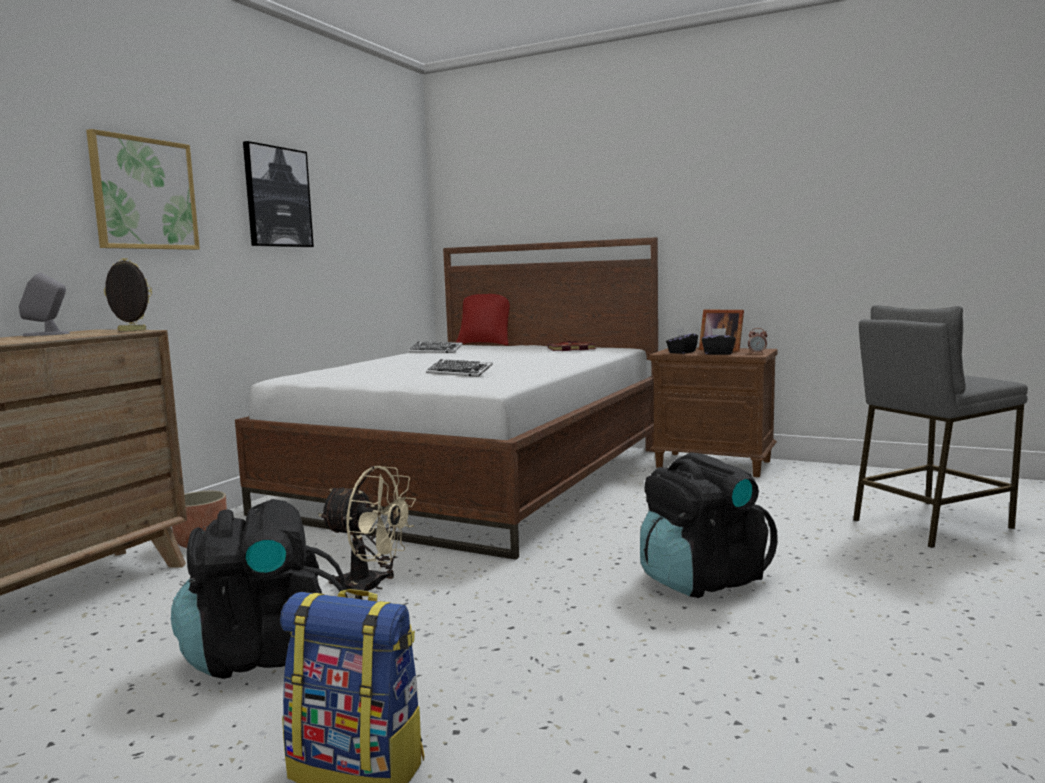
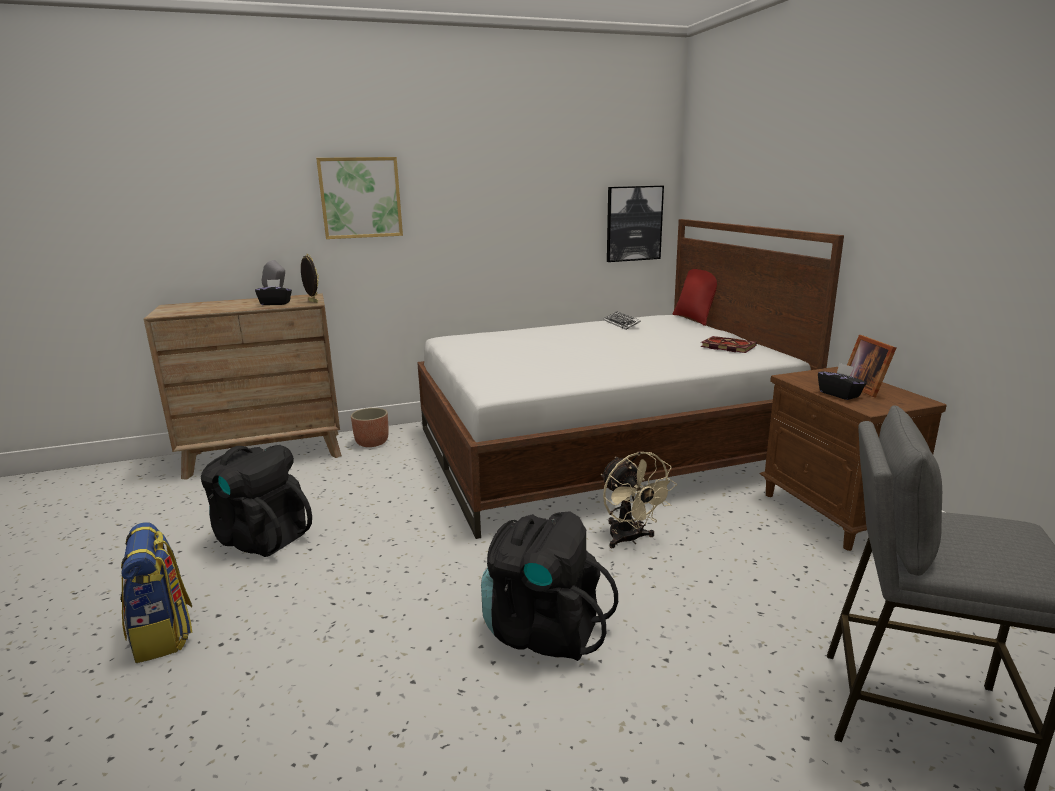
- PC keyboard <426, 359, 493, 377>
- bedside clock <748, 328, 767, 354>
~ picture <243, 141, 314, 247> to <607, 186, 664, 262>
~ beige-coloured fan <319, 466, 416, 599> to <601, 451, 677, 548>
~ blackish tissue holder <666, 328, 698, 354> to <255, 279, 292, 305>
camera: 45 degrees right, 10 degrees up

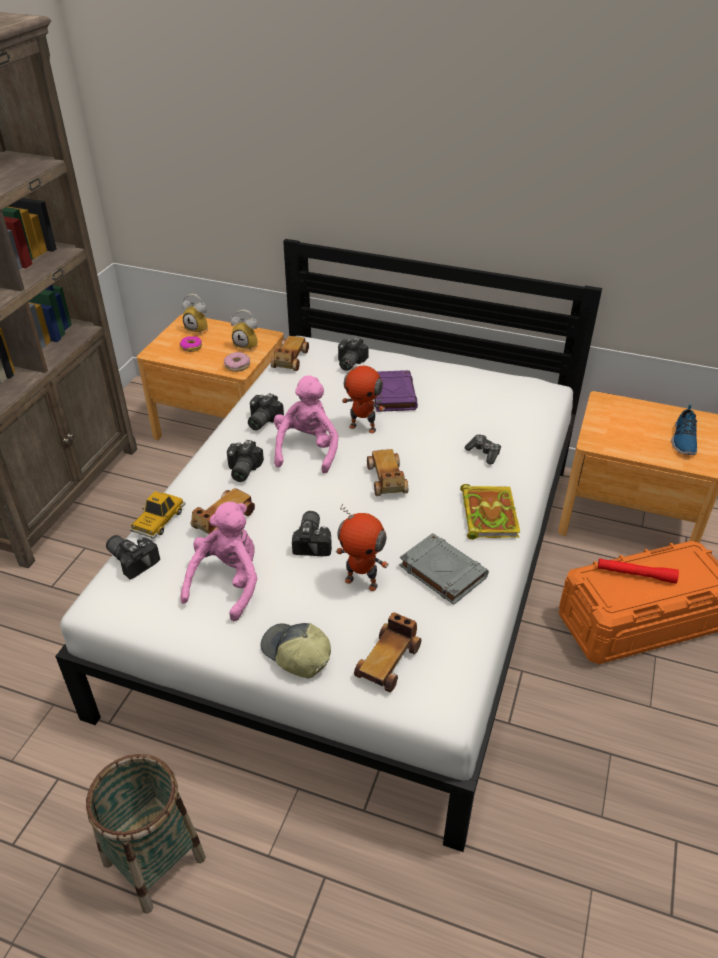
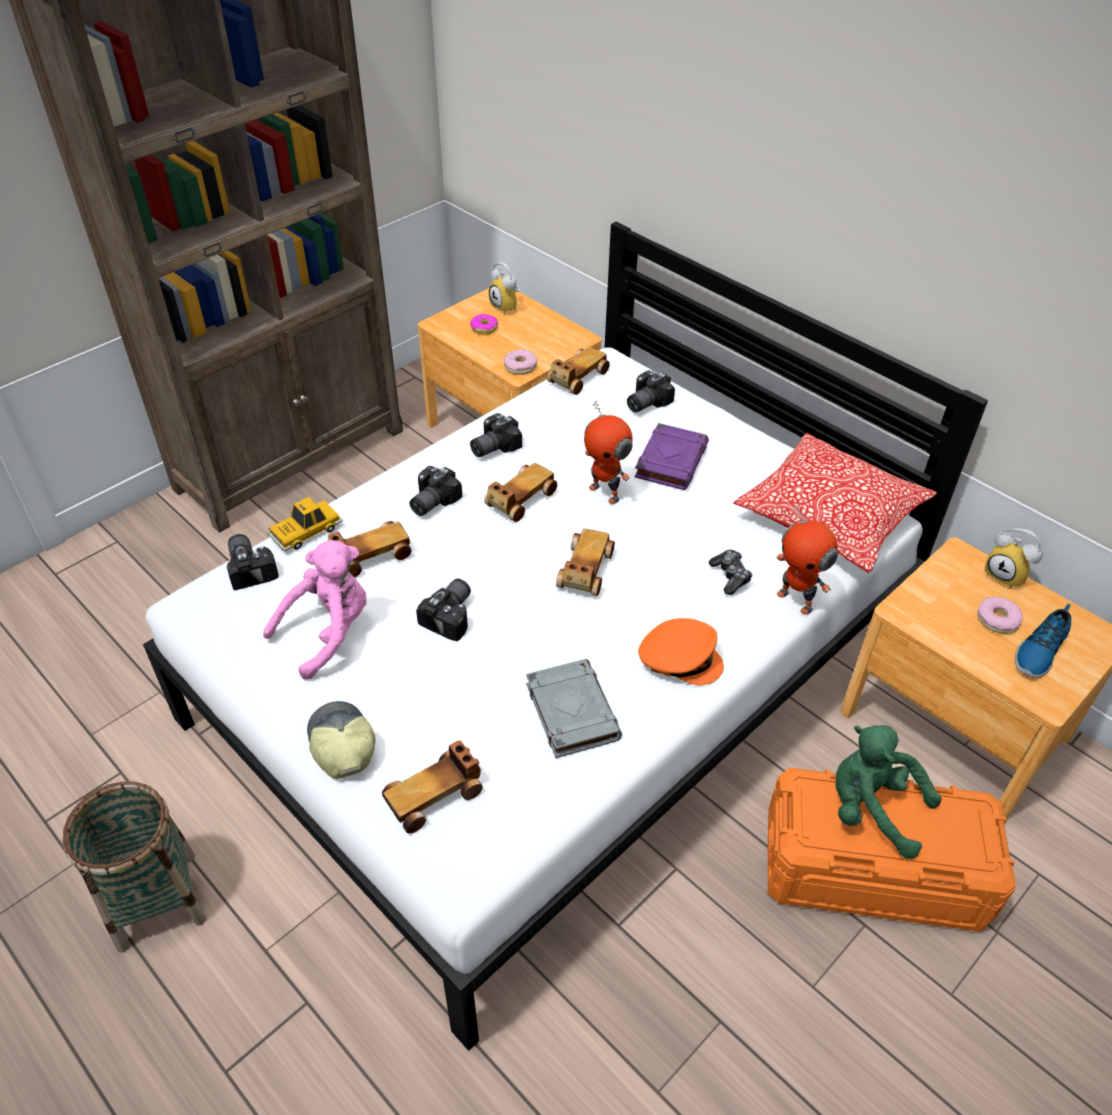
+ cushion <733, 433, 937, 573>
+ donut <977, 597, 1023, 634>
~ bedside clock <231, 310, 258, 351> to <985, 528, 1043, 589>
~ robot figure <336, 504, 389, 591> to <776, 504, 838, 615>
~ pink-coloured plush toy <274, 375, 338, 474> to model car <484, 463, 557, 522>
~ book <460, 484, 520, 540> to orange-coloured peaked cap <638, 618, 724, 685>
~ reddish hand torch <598, 558, 679, 584> to green plush toy <836, 725, 942, 859>
camera: 25 degrees right, 5 degrees up

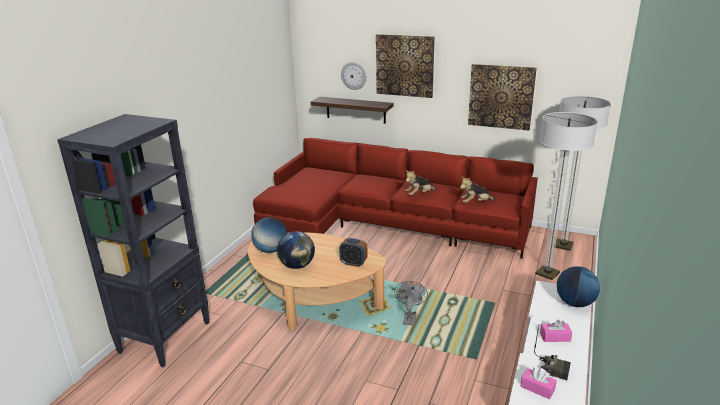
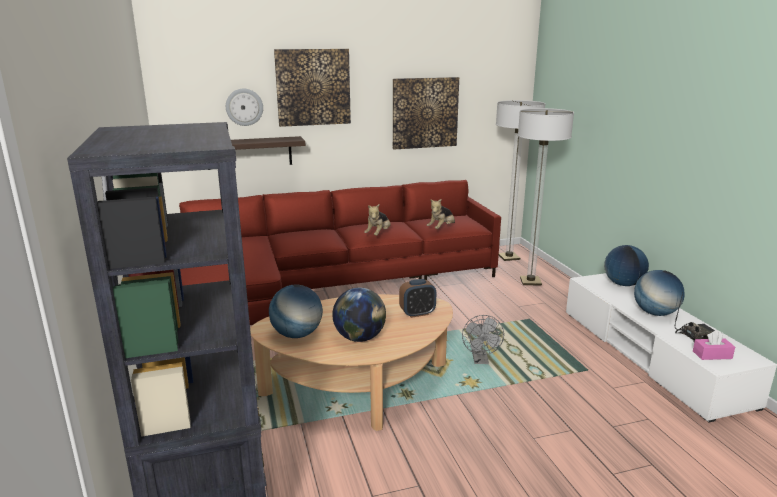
~ pink-coloured tissue holder <540, 319, 572, 342> to world globe <634, 270, 685, 316>
~ gray fan <394, 281, 428, 325> = <462, 315, 504, 364> 150 degrees counterclockwise
camera: 40 degrees left, 5 degrees down

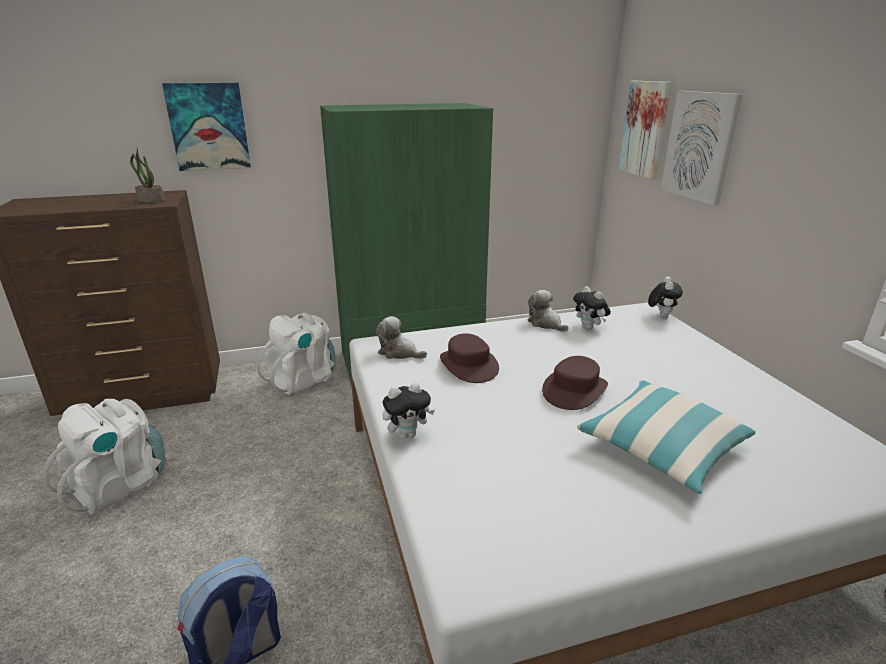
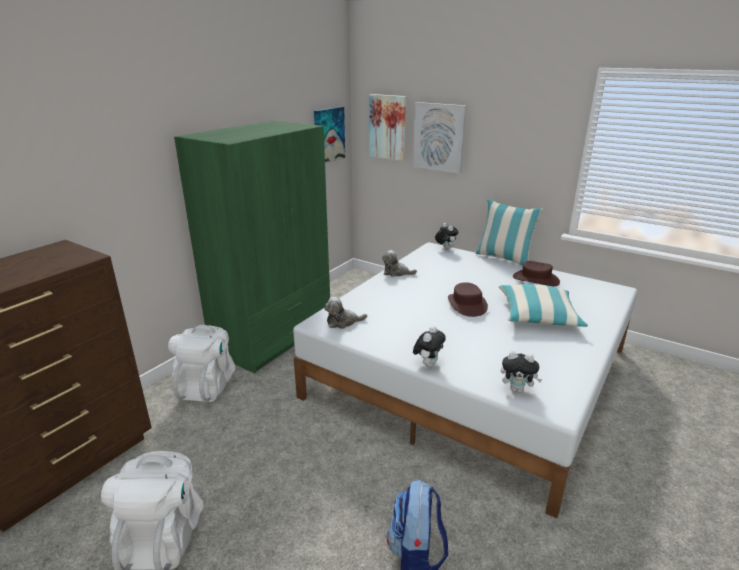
- plant in a pot <130, 148, 165, 203>
+ cushion <476, 199, 543, 266>
~ picture <162, 83, 251, 171> to <314, 107, 345, 164>
~ brownish clothing hat <440, 333, 499, 383> to <513, 261, 560, 286>
~ plush toy <573, 286, 611, 330> to <501, 351, 543, 393>
camera: 40 degrees left, 0 degrees up

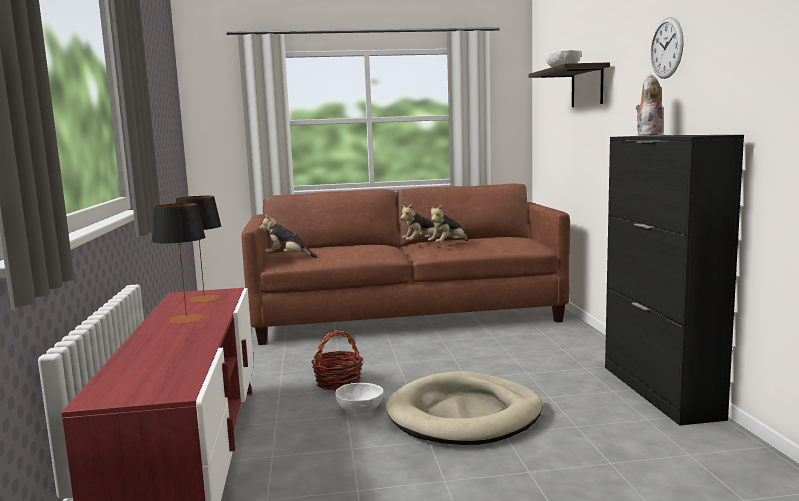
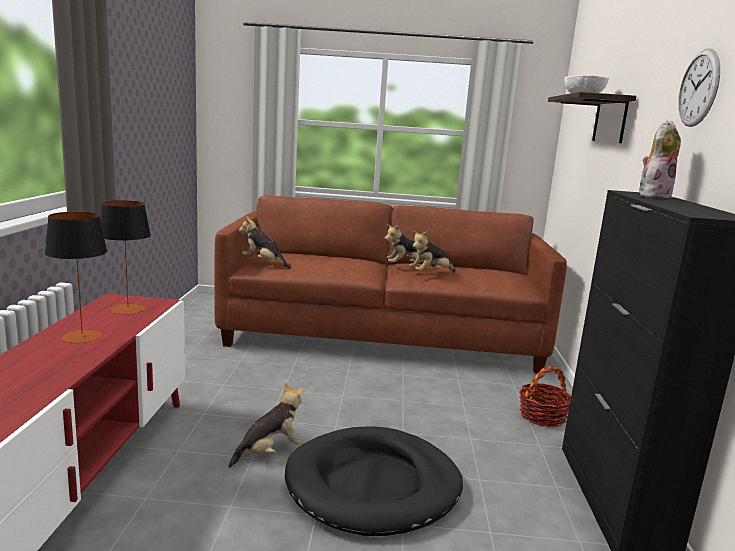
~ household basket <311, 330, 363, 390> to <519, 366, 571, 427>
~ whitish deep dish <335, 383, 383, 413> to plush toy <228, 383, 304, 468>
~ beige-coloured dog cushion <386, 371, 543, 445> to blackish dog cushion <285, 426, 463, 536>
camera: 10 degrees right, 5 degrees up

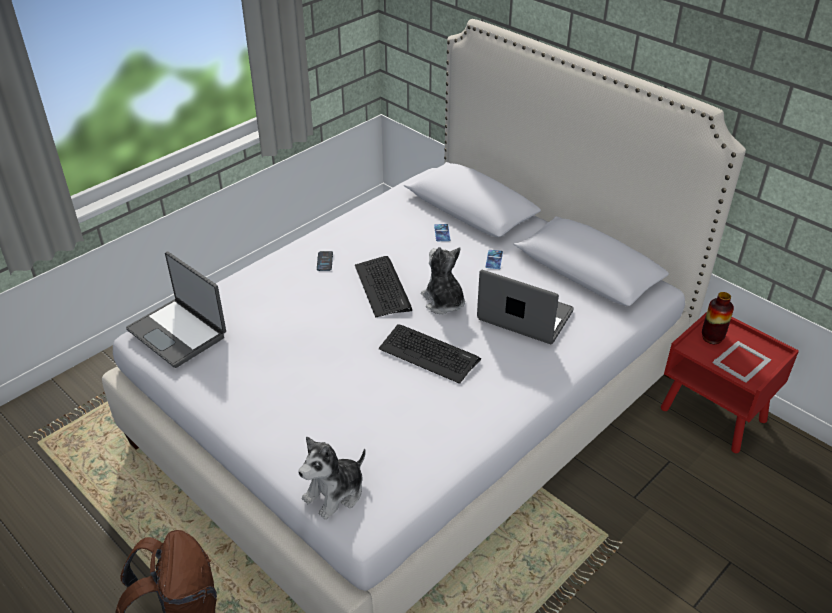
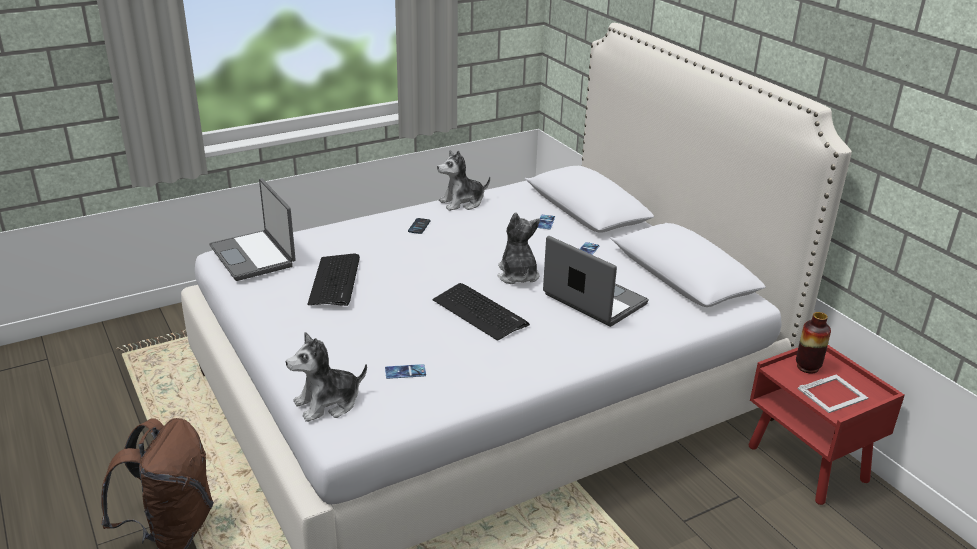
+ telephone <385, 364, 426, 379>
+ plush toy <437, 150, 490, 211>
~ PC keyboard <355, 256, 412, 317> to <308, 254, 360, 306>
camera: 15 degrees right, 10 degrees down

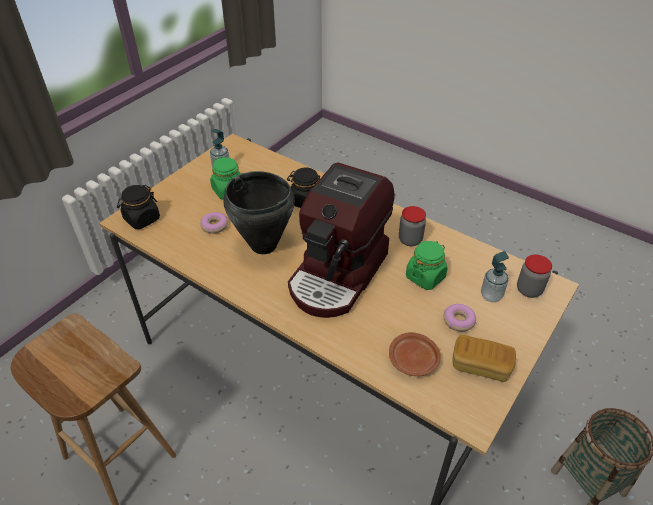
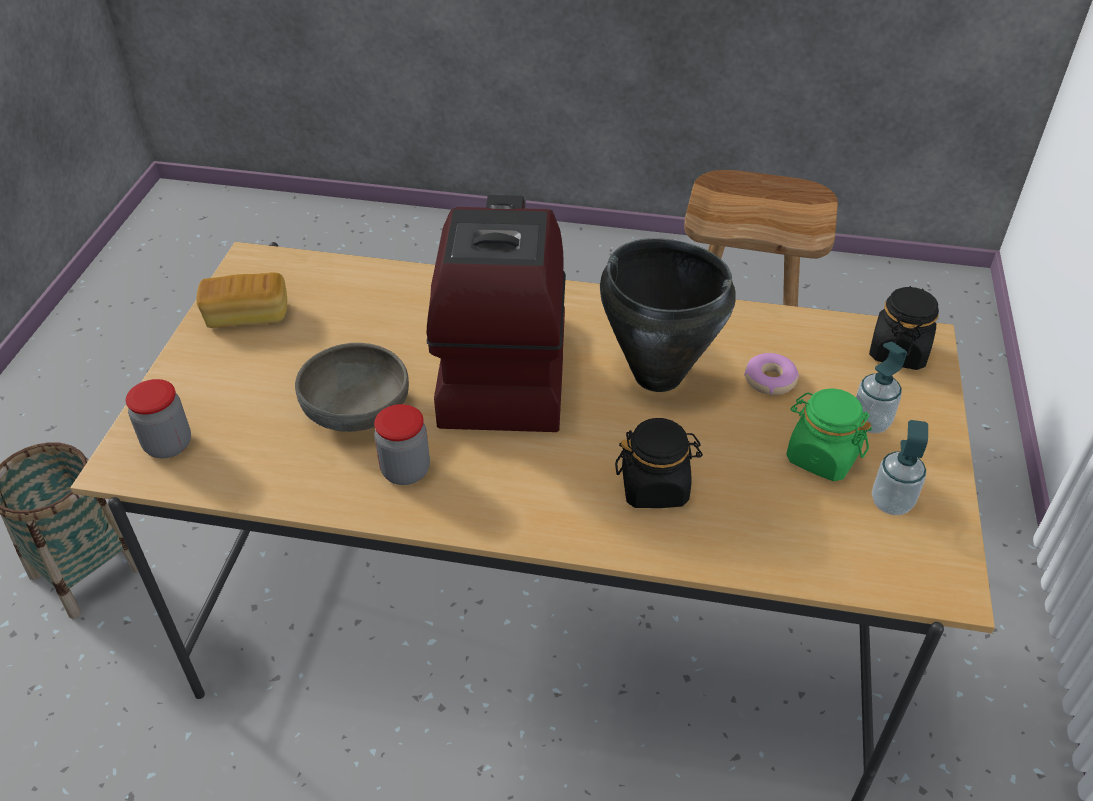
- brownish plate <389, 332, 441, 376>
- donut <443, 304, 476, 332>
~ soap bottle <481, 251, 509, 302> to <856, 342, 907, 433>
~ green storage jar <406, 241, 448, 290> to gray deep dish <295, 343, 409, 432>
camera: 155 degrees right, 0 degrees up

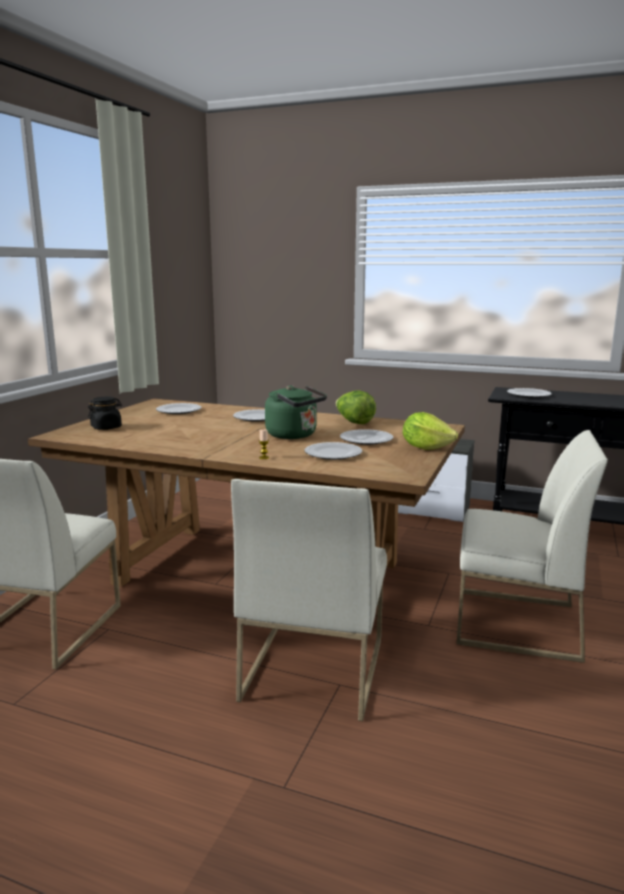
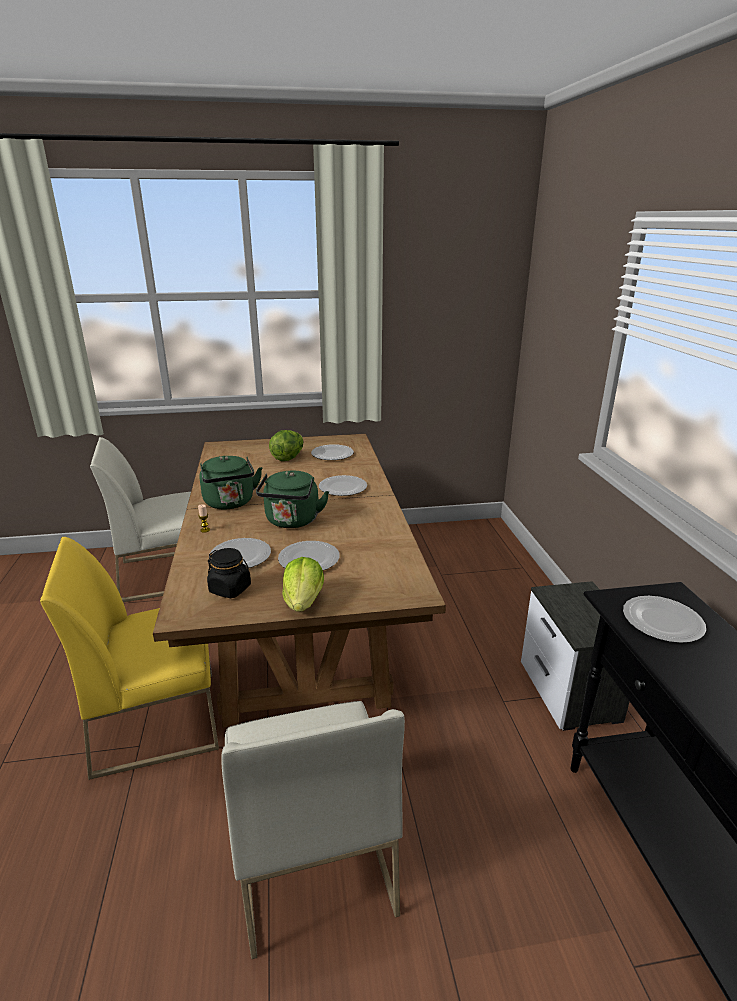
+ green water kettle <199, 456, 262, 509>
~ blackish storage jar <88, 397, 122, 430> to <207, 548, 251, 598>
~ lettuce head <336, 390, 376, 424> to <269, 430, 303, 461>
~ whitish chair <231, 479, 387, 721> to yellow chair <40, 537, 219, 780>
camera: 60 degrees right, 10 degrees up

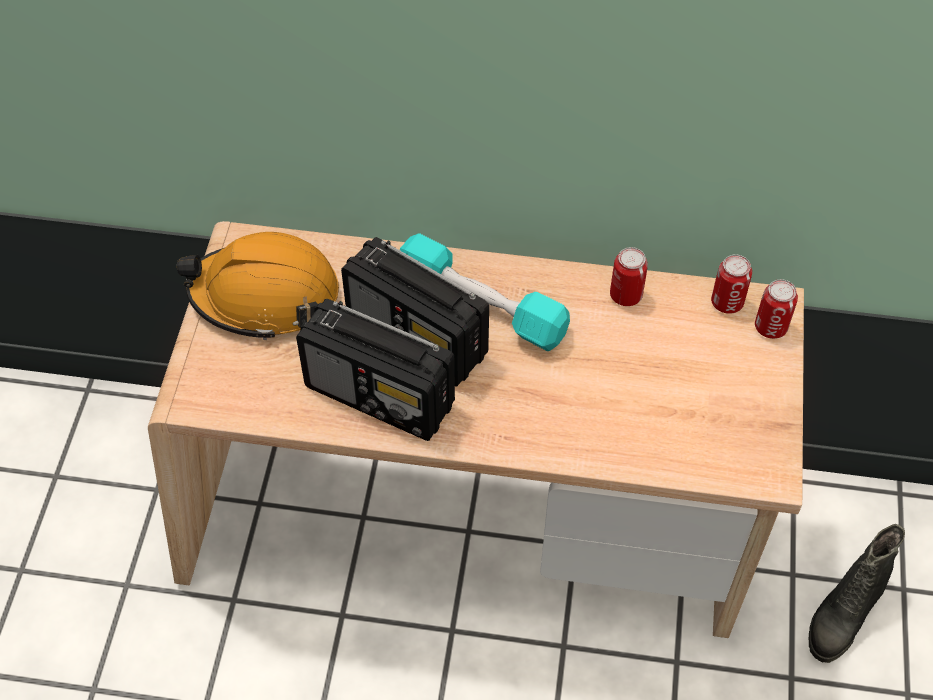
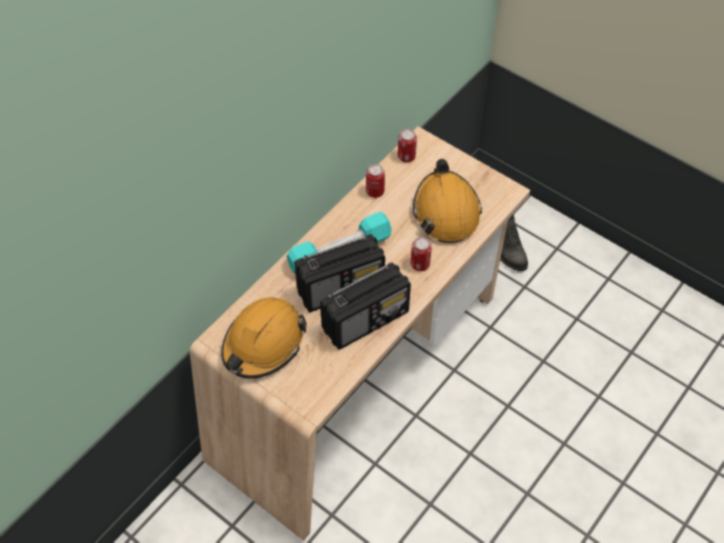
+ orange-coloured hard hat <413, 159, 482, 243>
~ can <755, 279, 798, 339> to <411, 237, 432, 271>
camera: 60 degrees left, 0 degrees up

